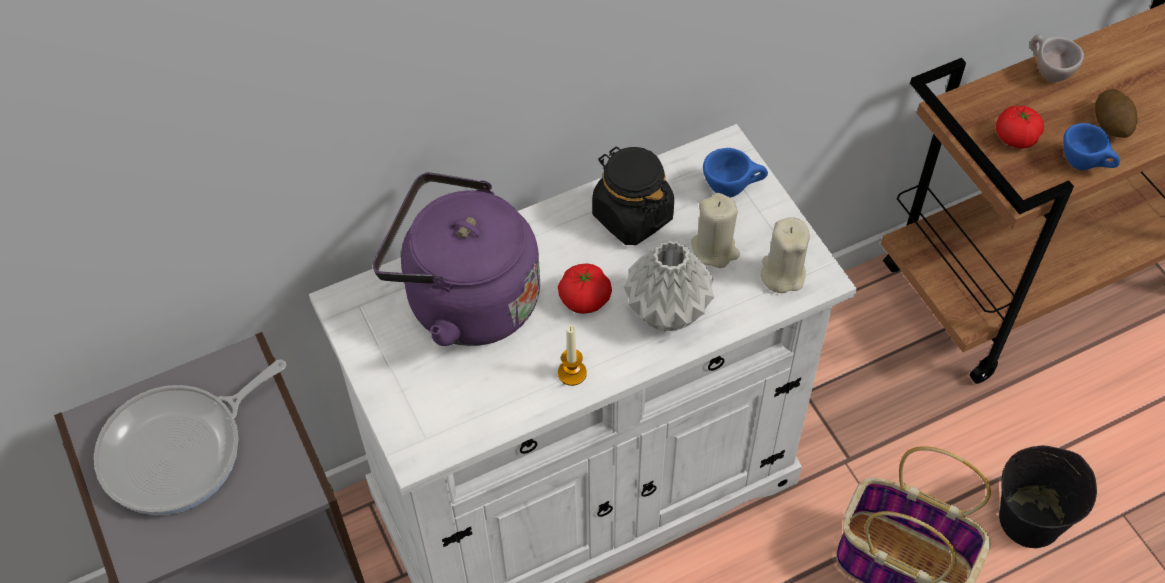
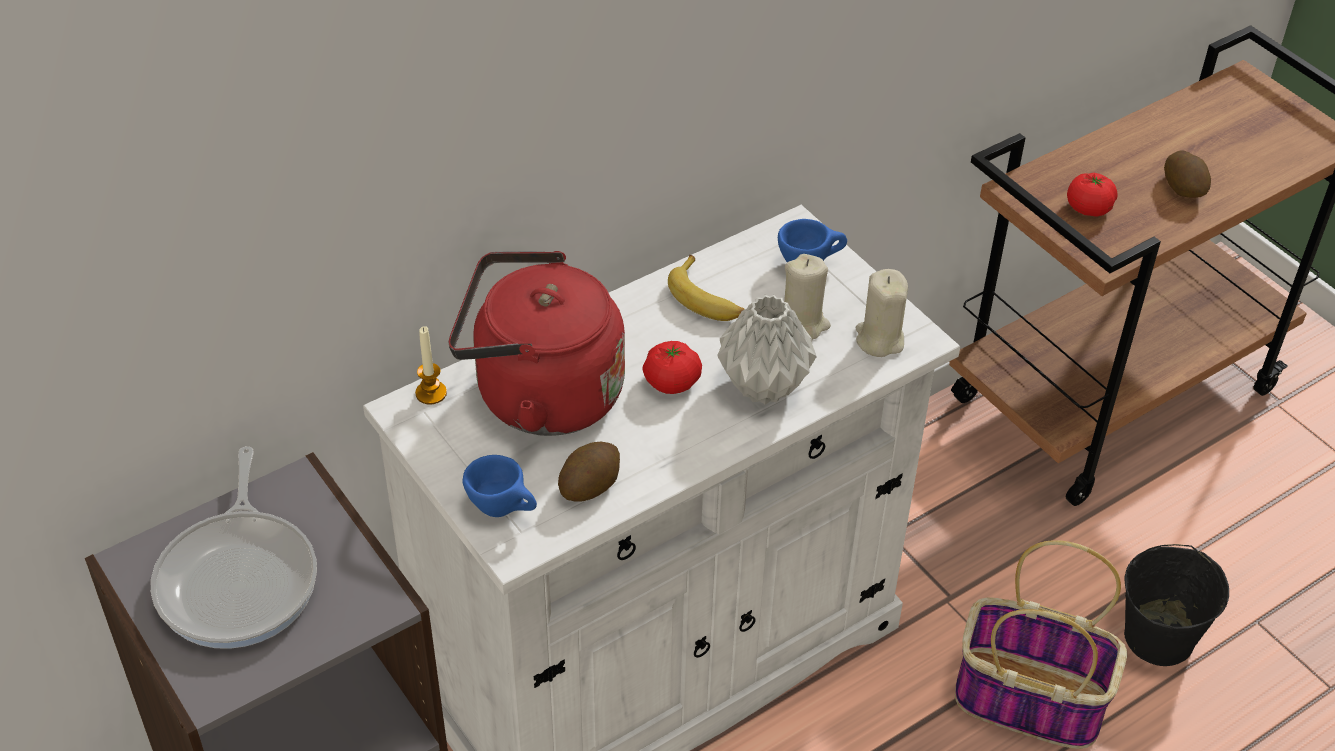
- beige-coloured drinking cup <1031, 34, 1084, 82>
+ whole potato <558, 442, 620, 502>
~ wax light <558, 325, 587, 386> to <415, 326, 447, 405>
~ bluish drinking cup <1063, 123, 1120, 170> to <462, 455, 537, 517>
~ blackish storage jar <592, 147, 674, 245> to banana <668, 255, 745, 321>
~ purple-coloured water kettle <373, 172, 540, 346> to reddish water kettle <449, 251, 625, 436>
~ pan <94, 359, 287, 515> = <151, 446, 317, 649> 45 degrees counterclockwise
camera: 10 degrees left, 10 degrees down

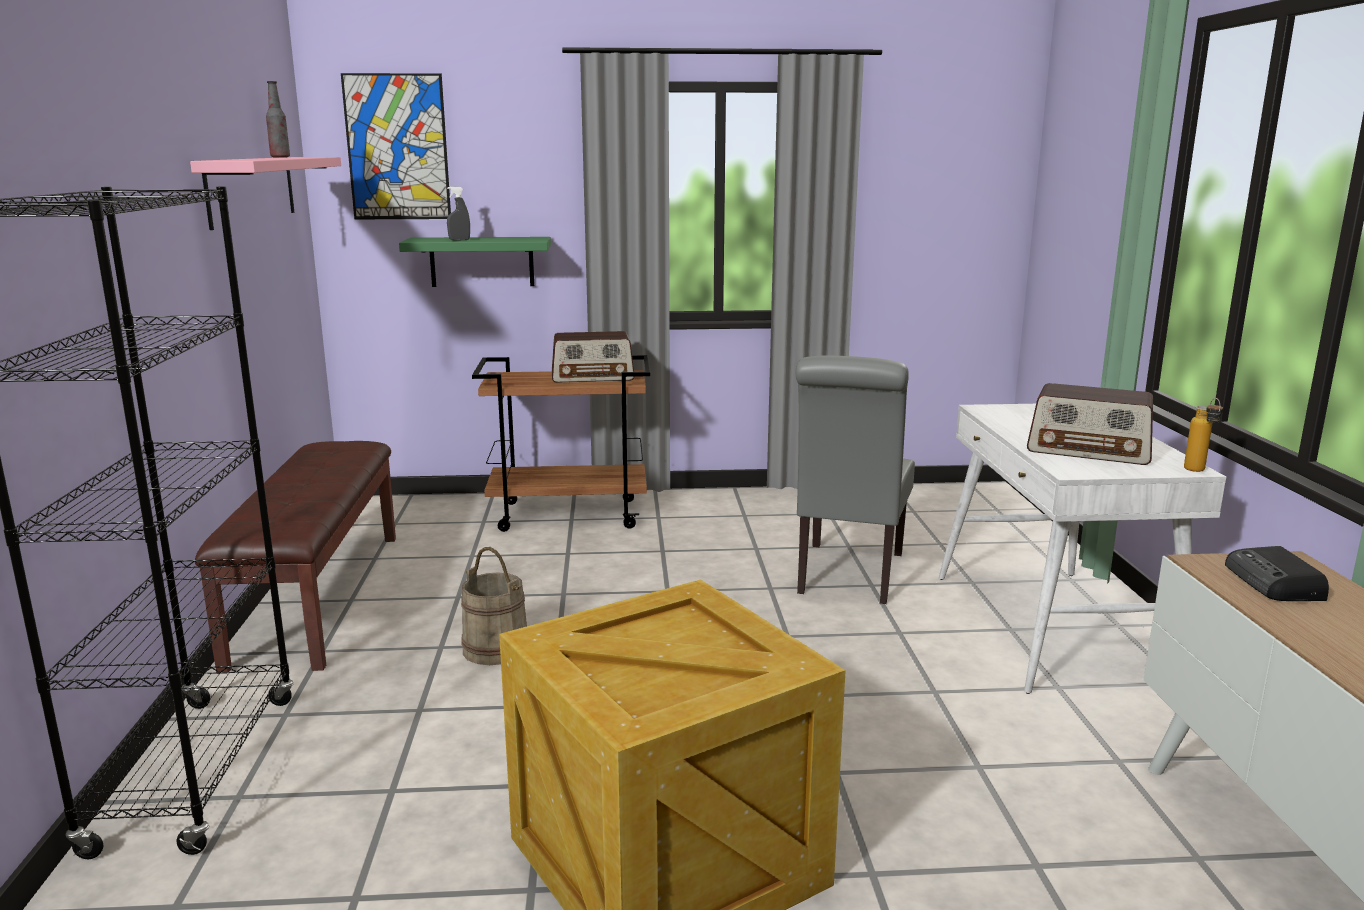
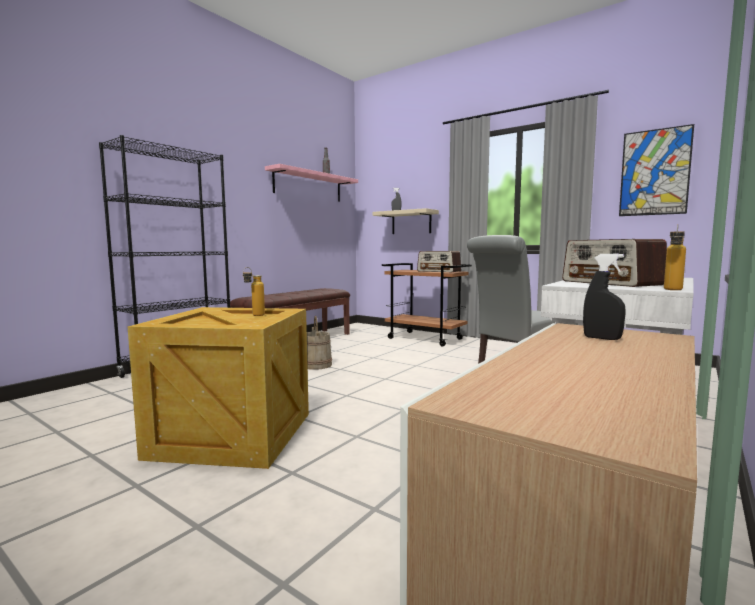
+ drink bottle <243, 267, 265, 316>
~ picture <341, 73, 451, 219> to <619, 124, 694, 216>
~ radio receiver <1225, 546, 1329, 601> to blackish sprayer <583, 254, 626, 340>
~ green bracket shelf <399, 237, 551, 287> to beige-coloured bracket shelf <373, 208, 439, 234>
camera: 40 degrees right, 10 degrees down

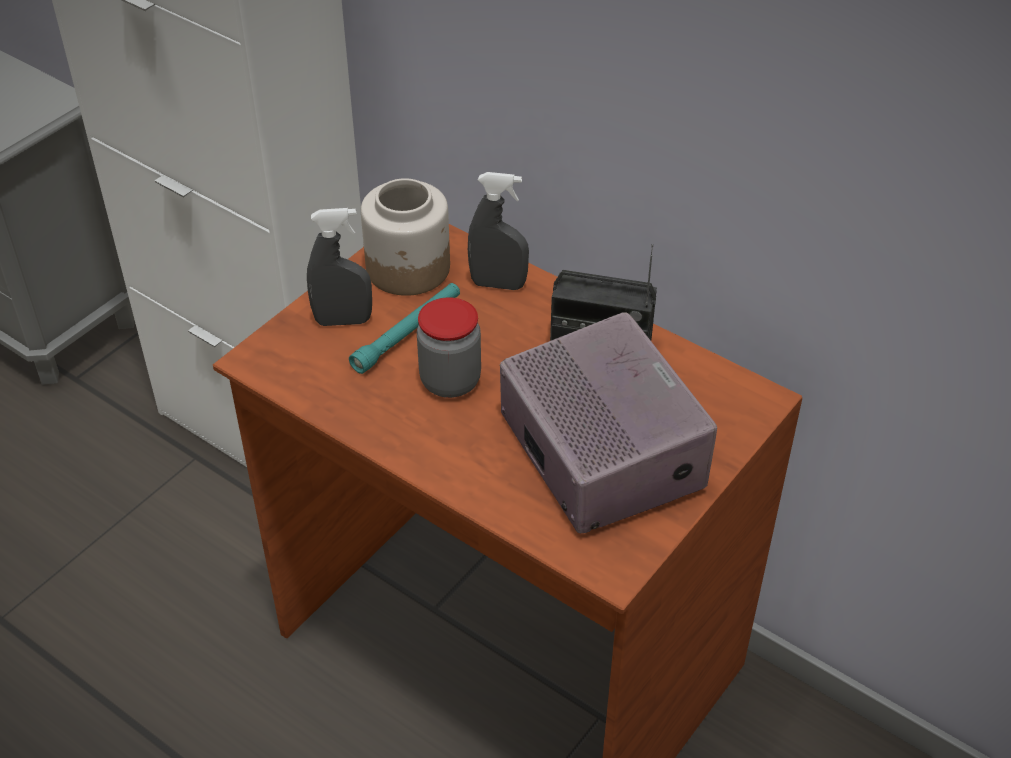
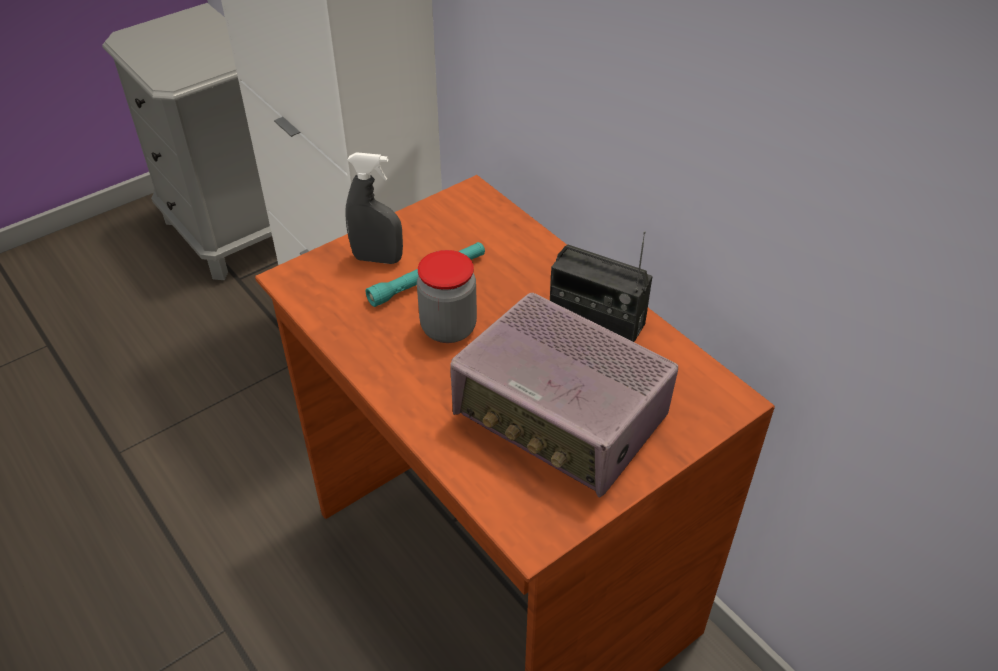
- storage jar <361, 178, 450, 296>
- gray sprayer <468, 172, 529, 290>
~ radio receiver <500, 312, 717, 533> = <450, 293, 678, 498> 135 degrees clockwise
camera: 15 degrees right, 0 degrees up

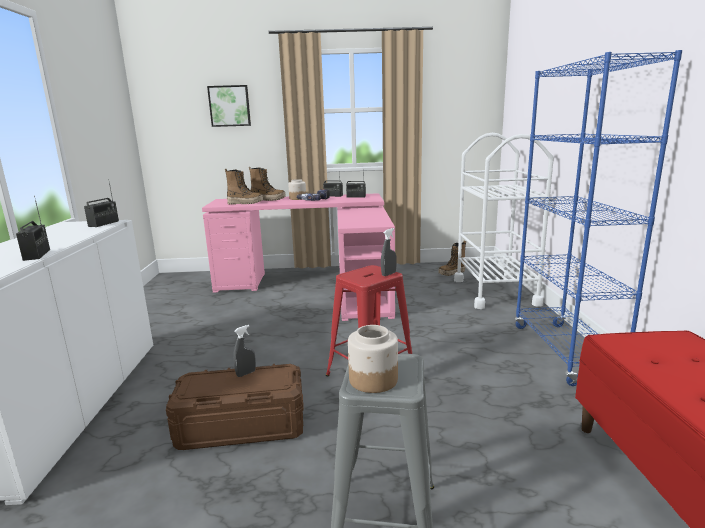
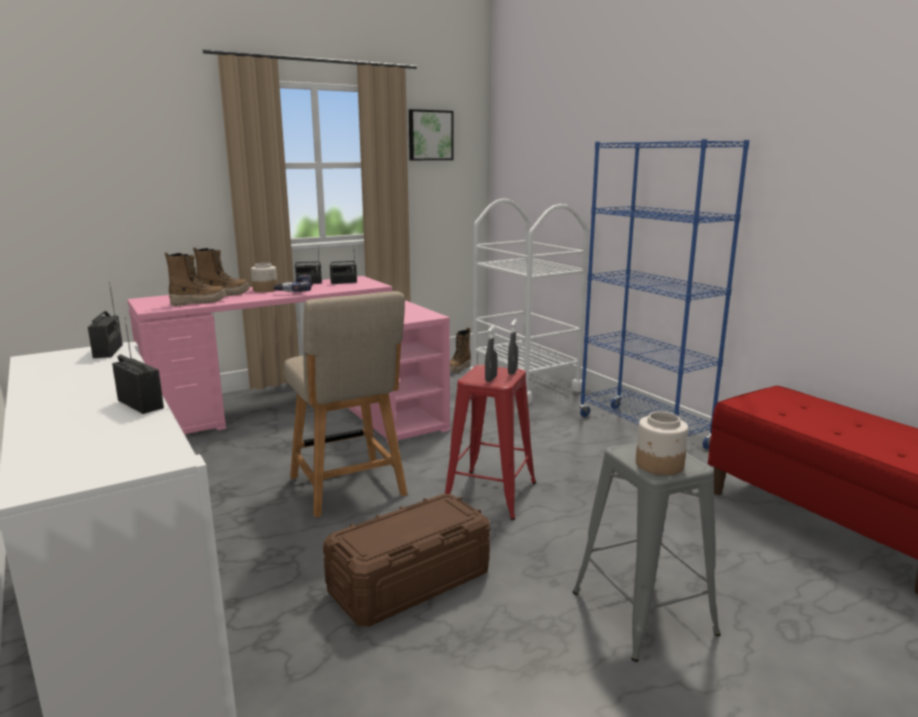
+ beige-coloured chair <284, 291, 408, 518>
~ picture <207, 85, 251, 127> to <409, 109, 453, 160>
~ gray sprayer <233, 325, 256, 377> to <485, 325, 498, 382>
camera: 30 degrees left, 0 degrees up

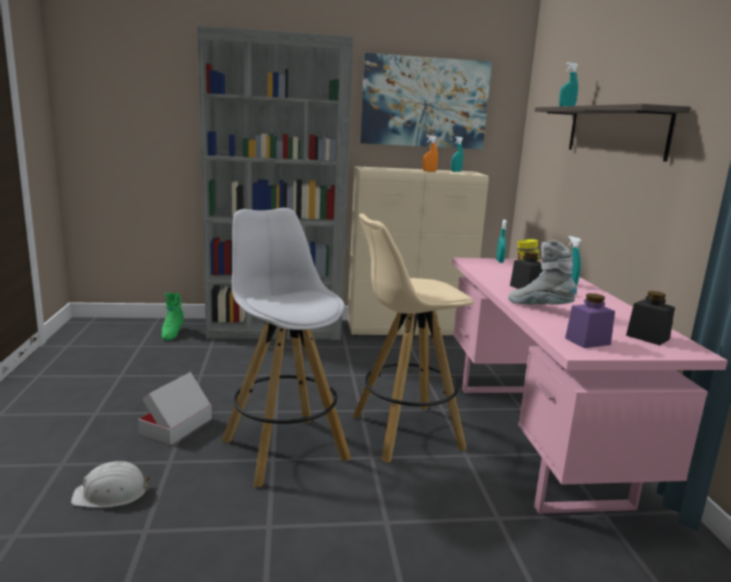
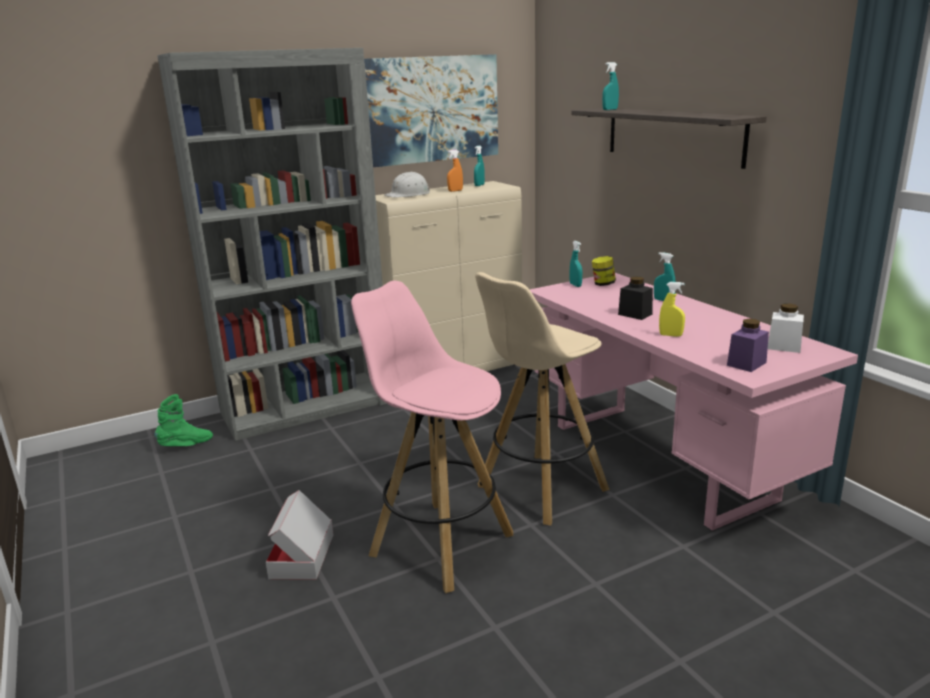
~ whitish hard hat <71, 461, 152, 508> to <384, 172, 430, 197>
~ gray tall boot <508, 240, 577, 305> to yellow sprayer <659, 282, 685, 337>
~ whitish sitting stool <222, 208, 351, 487> to pink-coloured sitting stool <351, 281, 513, 593>
~ blackish storage jar <626, 291, 675, 345> to whitish storage jar <768, 303, 804, 353>
~ green tall boot <162, 292, 184, 341> = <154, 394, 213, 446> 105 degrees counterclockwise
camera: 20 degrees left, 5 degrees up

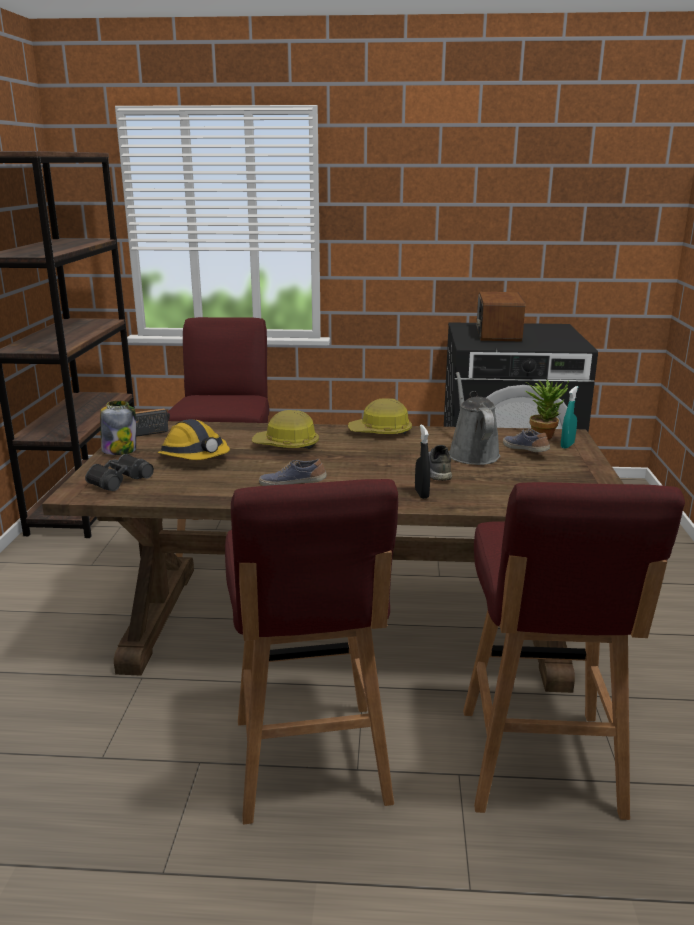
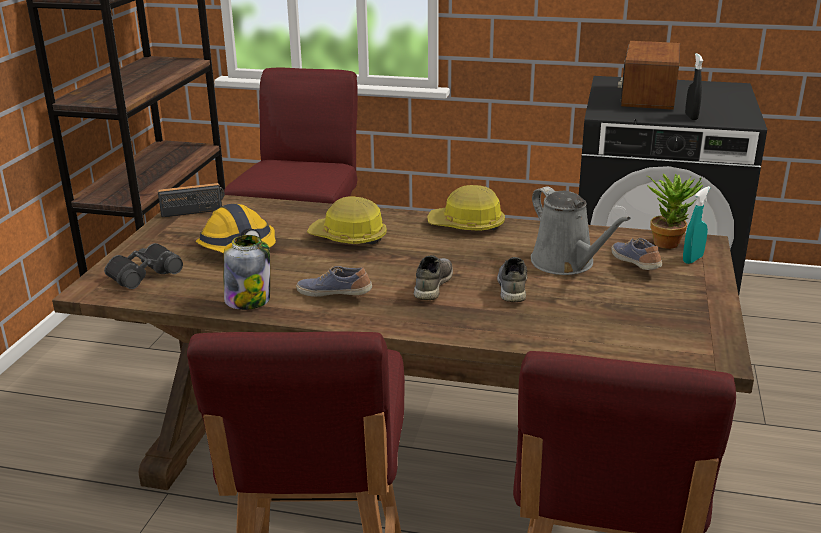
+ gray item of footwear <414, 255, 453, 300>
~ storage jar <100, 401, 136, 455> to <223, 235, 270, 310>
~ blackish sprayer <415, 425, 430, 499> to <685, 53, 703, 120>
~ gray watering can <449, 372, 500, 465> = <531, 187, 631, 275> 150 degrees clockwise
camera: 10 degrees right, 5 degrees up

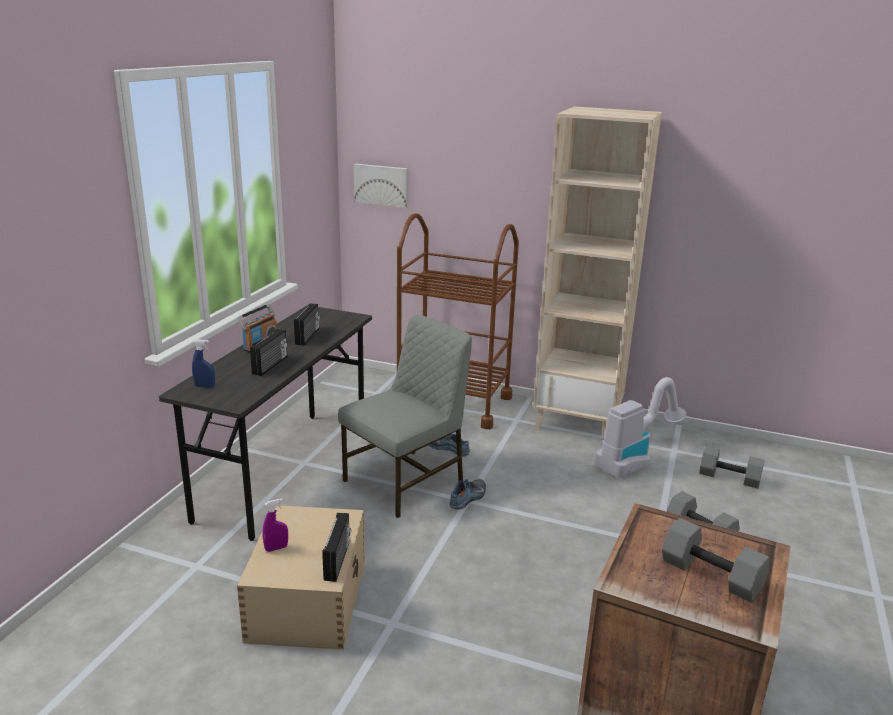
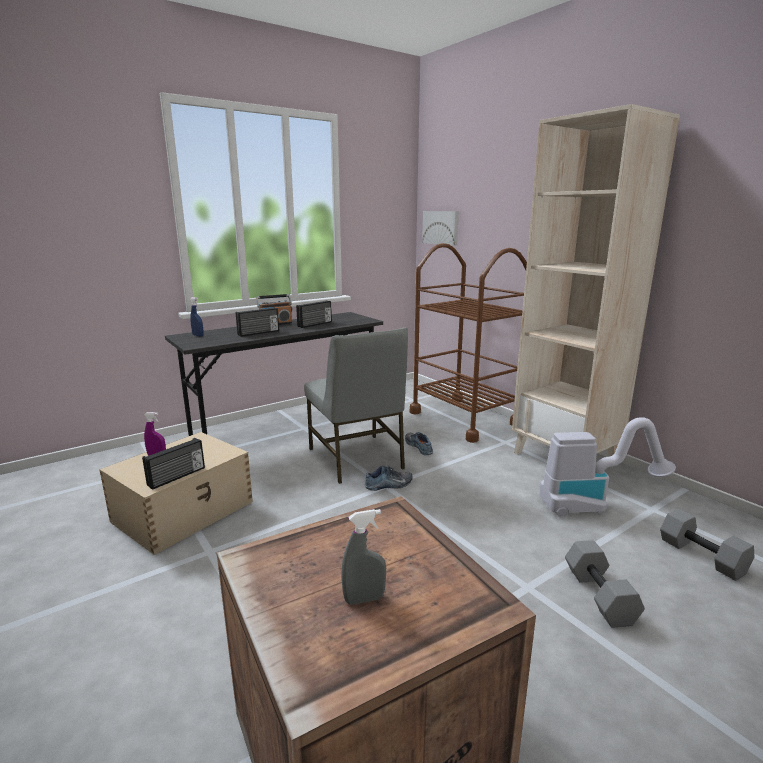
~ gray free weight <662, 518, 769, 603> to gray sprayer <341, 509, 386, 605>
~ gray chair <338, 315, 472, 518> = <304, 327, 408, 484> 75 degrees clockwise
camera: 35 degrees right, 5 degrees down

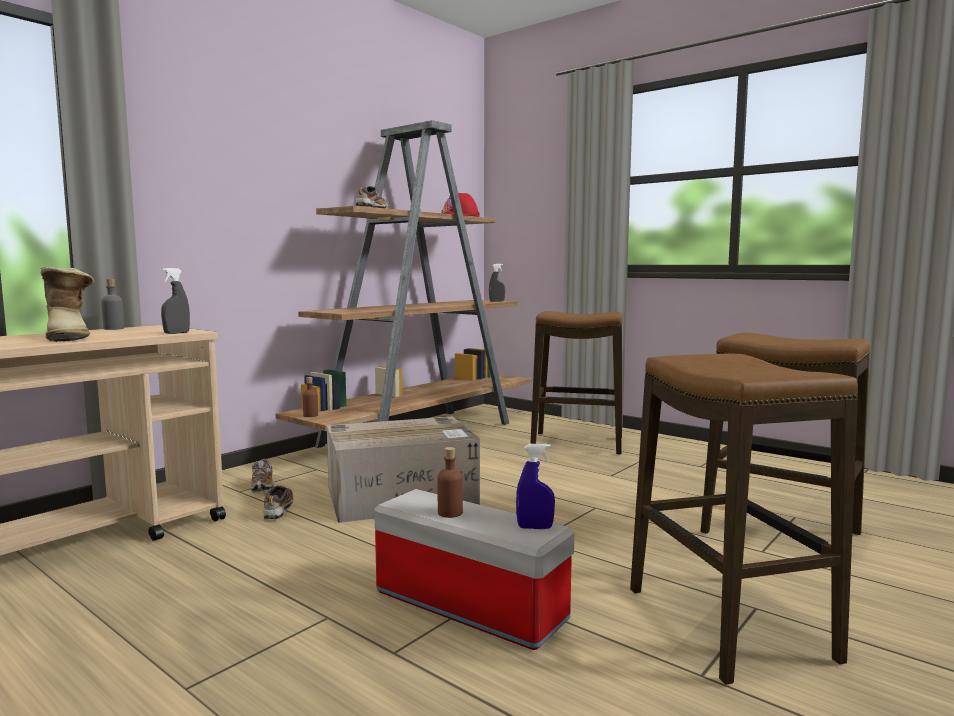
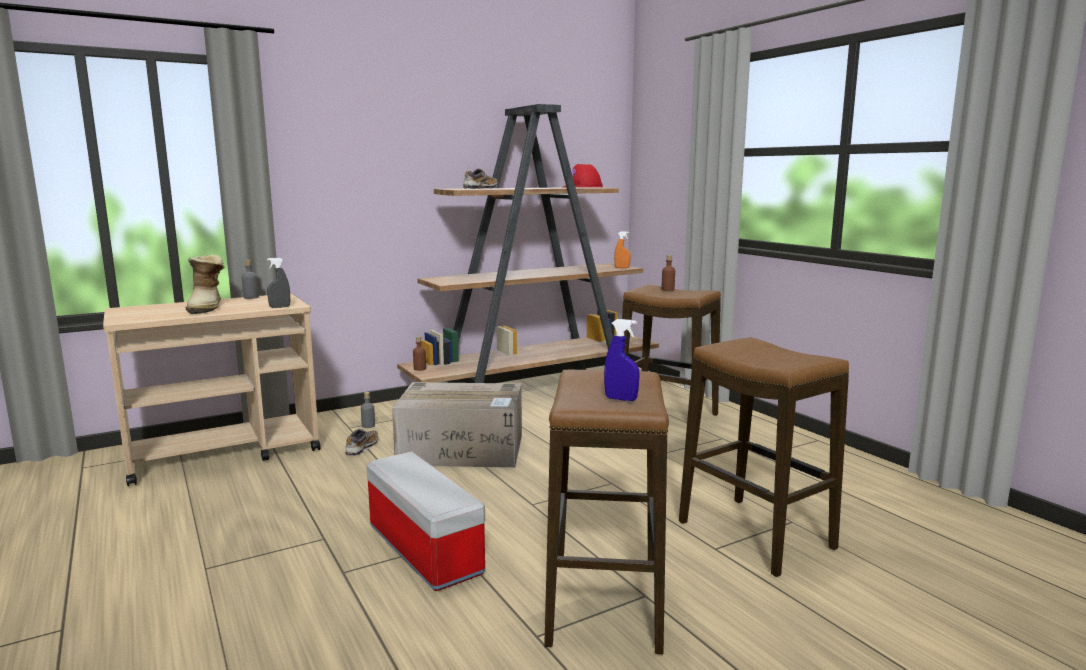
~ brownish drink bottle <437, 447, 463, 518> to <662, 255, 675, 291>
~ bluish sprayer <516, 444, 555, 529> to <604, 319, 640, 401>
~ item of footwear <251, 459, 274, 493> to gray drink bottle <361, 392, 375, 428>
~ gray sprayer <489, 264, 505, 302> to orange-coloured sprayer <614, 231, 631, 268>
camera: 20 degrees right, 5 degrees up

